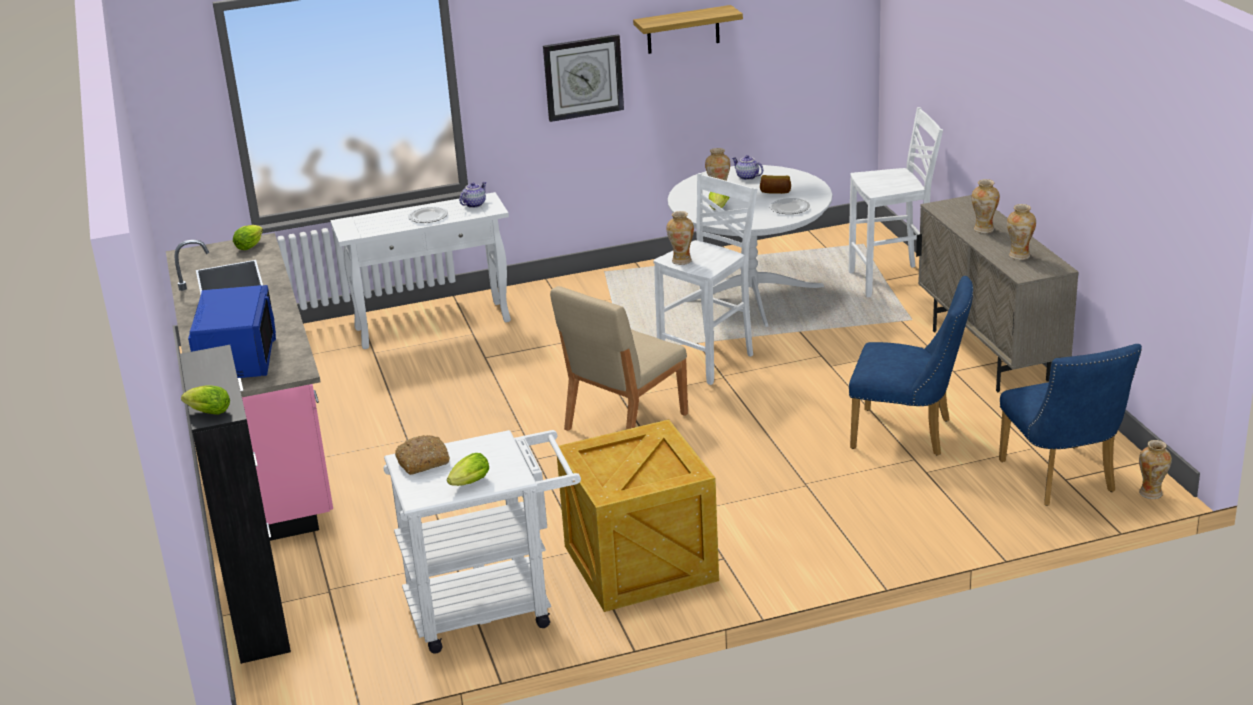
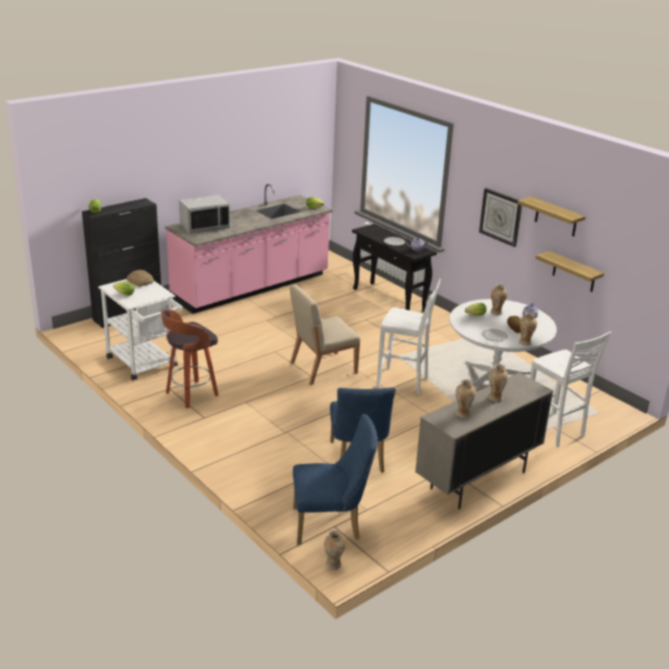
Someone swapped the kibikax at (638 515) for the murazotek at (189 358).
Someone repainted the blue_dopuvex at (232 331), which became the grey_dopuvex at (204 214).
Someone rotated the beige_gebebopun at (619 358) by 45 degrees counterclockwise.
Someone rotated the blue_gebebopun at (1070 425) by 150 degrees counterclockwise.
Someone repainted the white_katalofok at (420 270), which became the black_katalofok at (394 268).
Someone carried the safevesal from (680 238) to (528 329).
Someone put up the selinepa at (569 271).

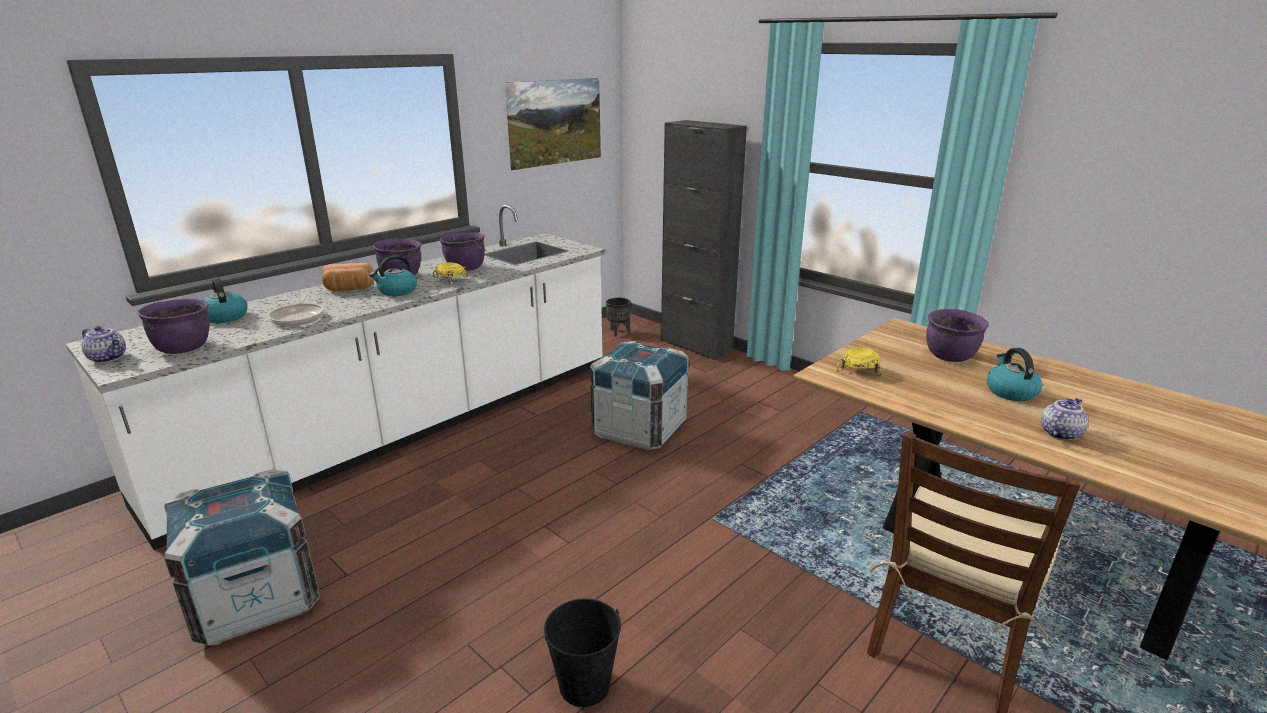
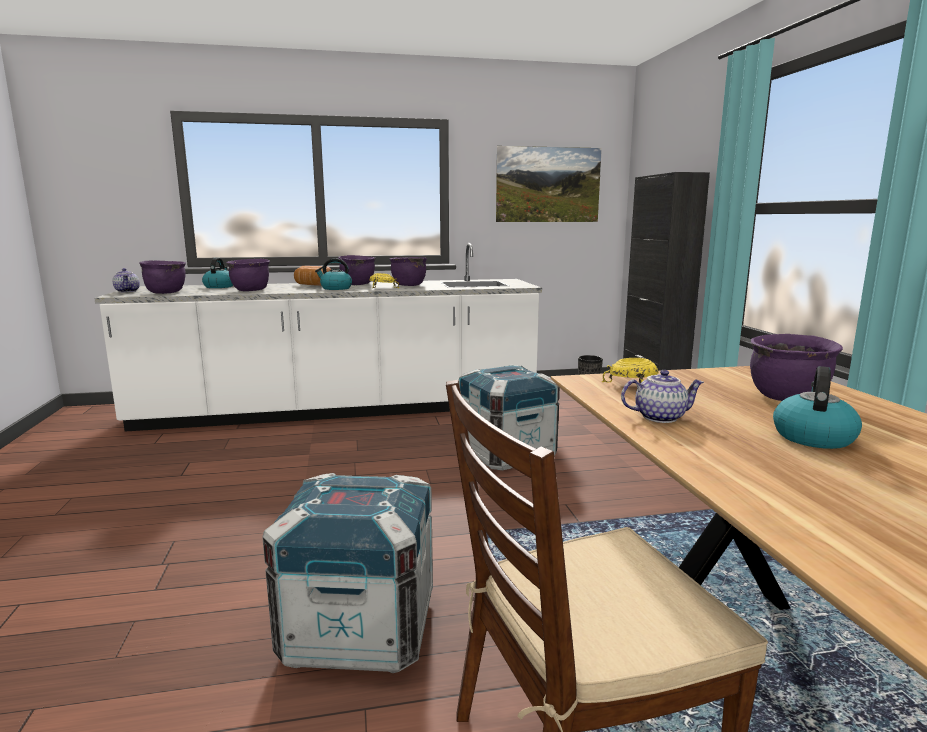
Someone swapped the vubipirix at (296 310) for the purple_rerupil at (248 275).
Someone carried the kibikax from (242 557) to (347 573).
Someone carried the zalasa from (1064 419) to (662 396).
Someone took away the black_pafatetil at (582 652).

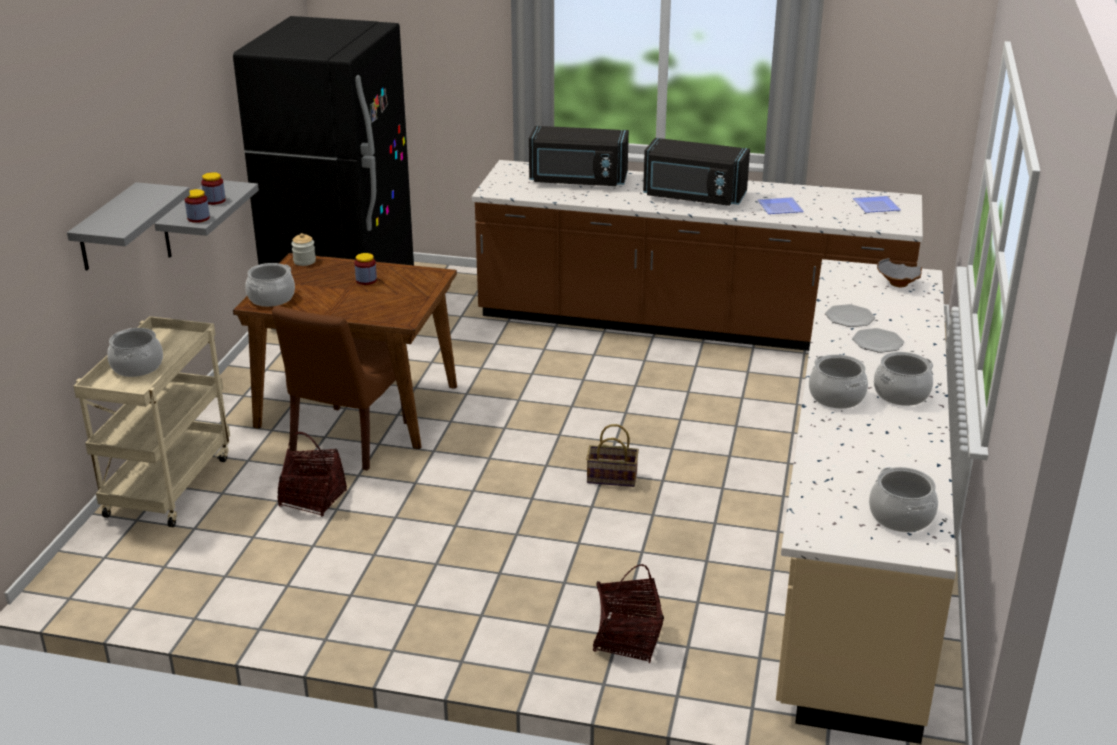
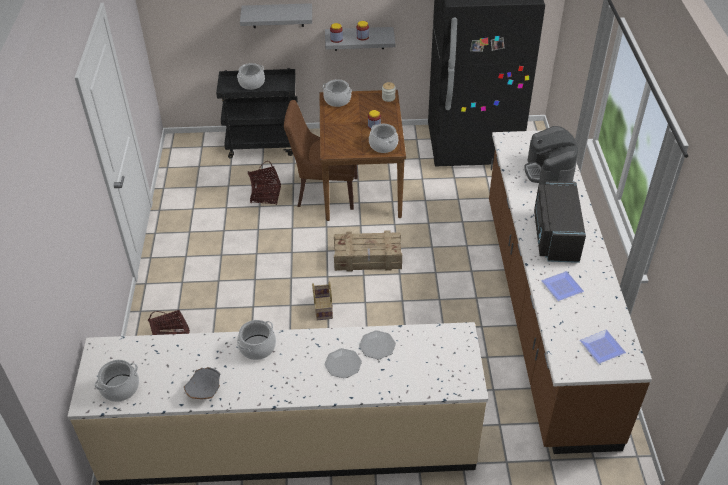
Someone carried the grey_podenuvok from (899 272) to (202 383).
Someone repainted the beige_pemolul at (151 421), which became the black_pemolul at (257 113).
Someone put down the kibikax at (368 251).
Someone carried the rerupil from (903 379) to (383 138).
Someone swapped the black_dopuvex at (579 156) for the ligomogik at (551 155).

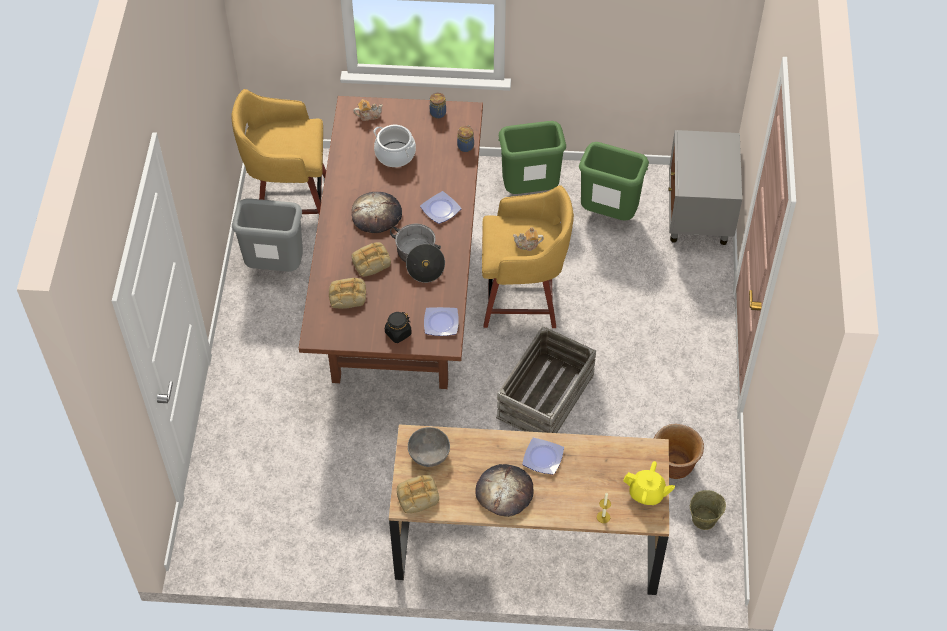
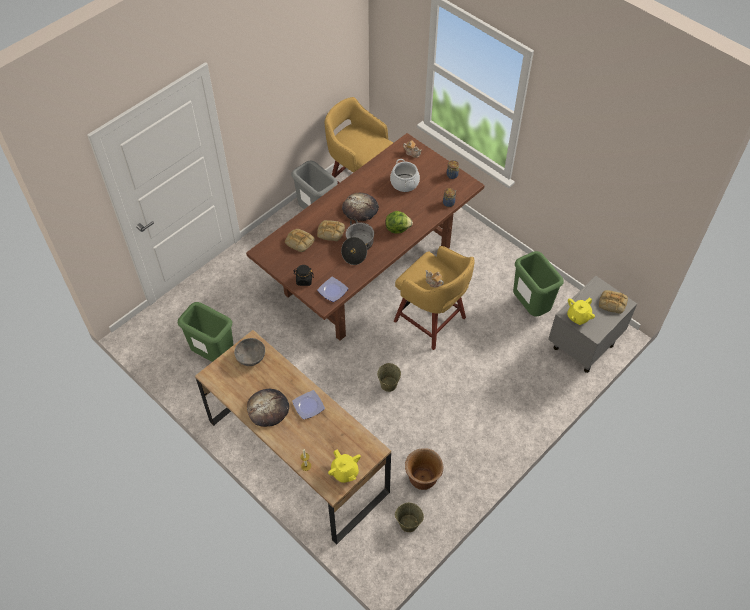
Someone carried the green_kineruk from (532 157) to (206 332).
Someone swapped the kibikax at (546 379) for the beige_pafatetil at (389 377).
Someone swapped the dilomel at (440 207) for the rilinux at (399 222).
Someone put down the yellow_zalasa at (581 311).
Someone carried the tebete from (418 494) to (613 302).

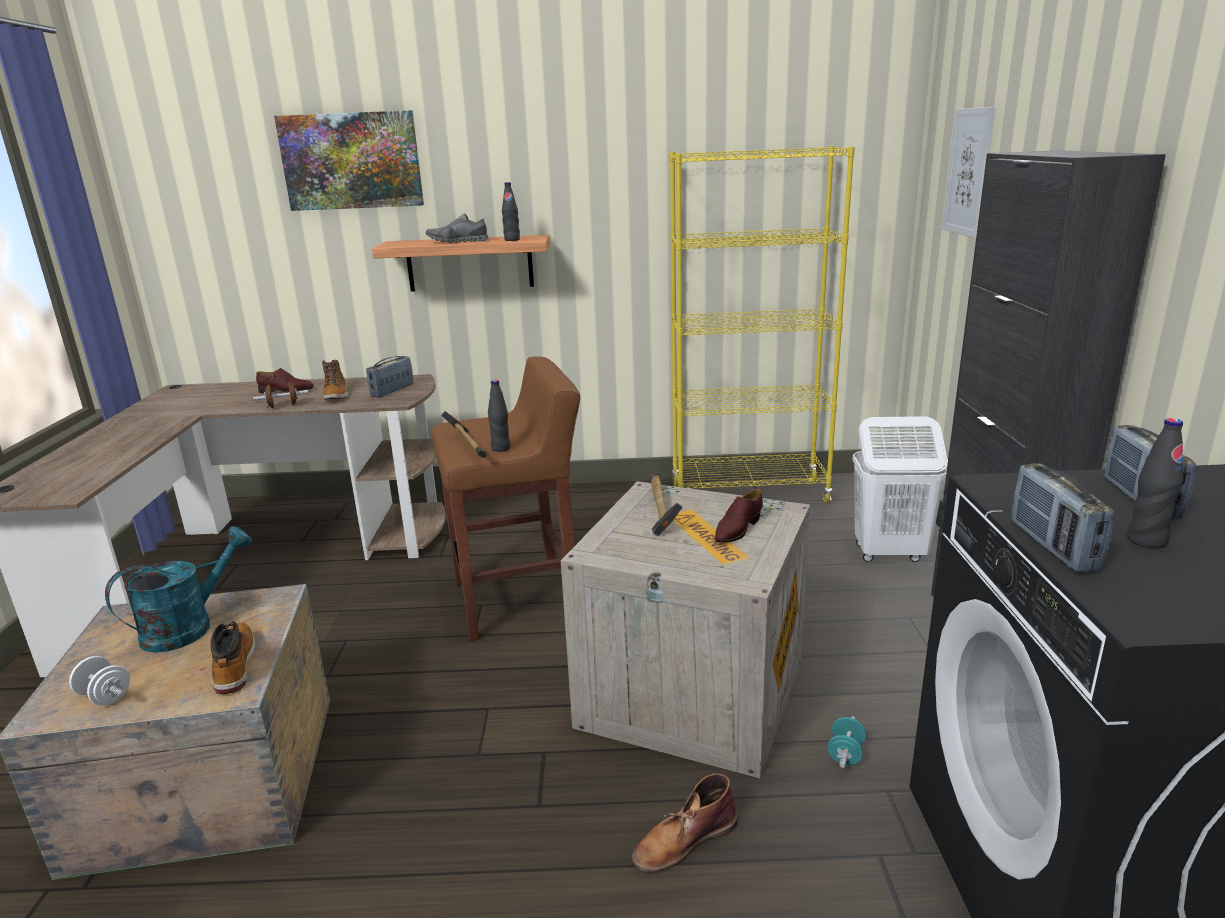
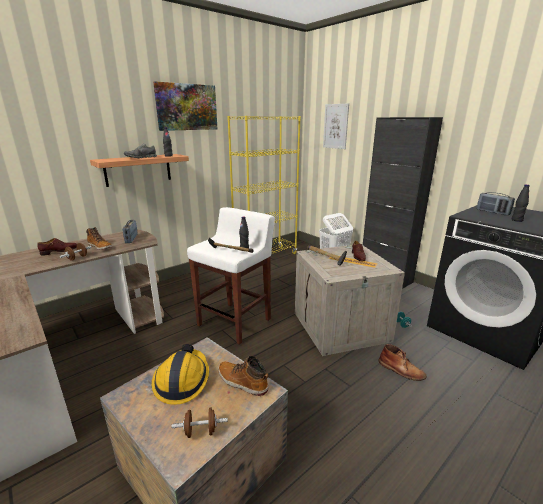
Someone swapped the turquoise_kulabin at (178 589) for the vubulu at (180 374).
Someone carried the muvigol from (349 160) to (185 106).
Someone repainted the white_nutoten at (99 681), which became the brown_nutoten at (200 422).
Someone repainted the brown_murazotek at (506 498), which became the white_murazotek at (231 276).
Someone rotated the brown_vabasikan at (685 822) by 75 degrees counterclockwise.
Someone took away the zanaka at (1063 518).

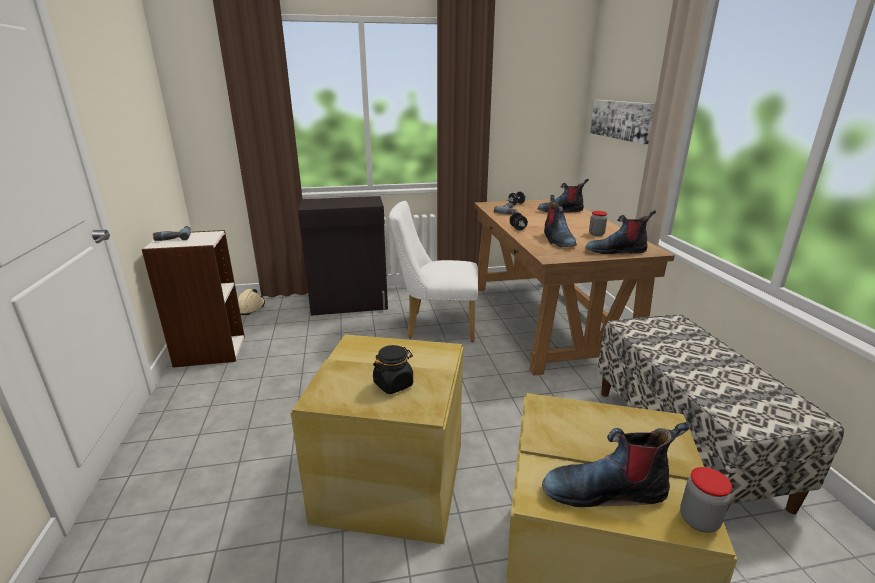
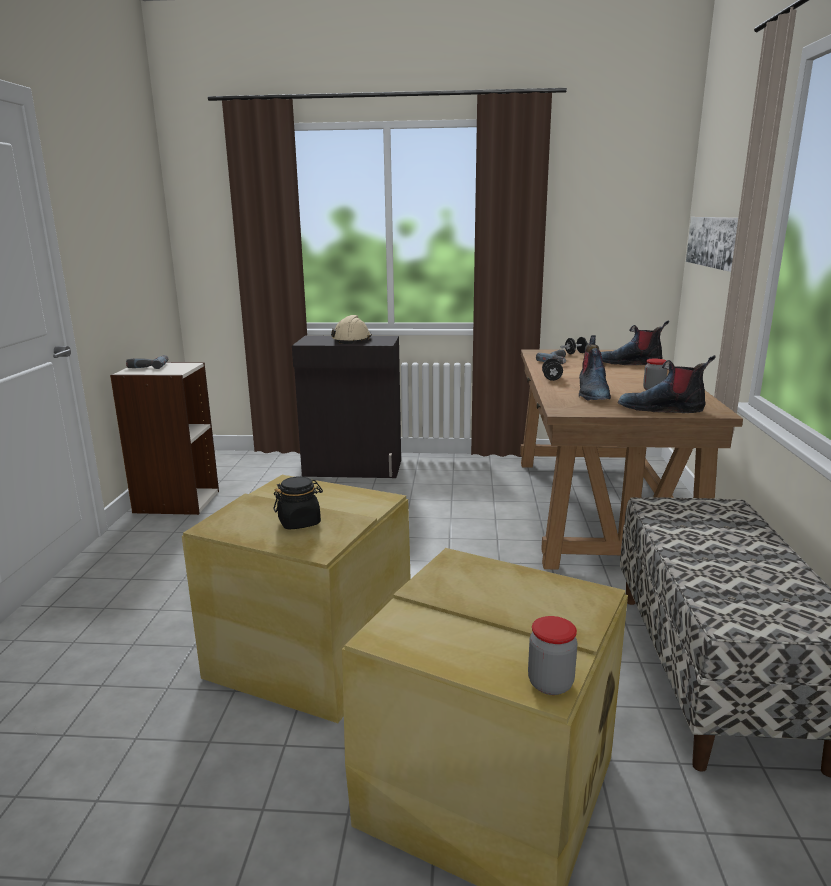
Someone carried the beige_vubulu from (251 302) to (351 329).
Someone took away the white_gebebopun at (433 271).
Someone took away the vabasikan at (615 464).

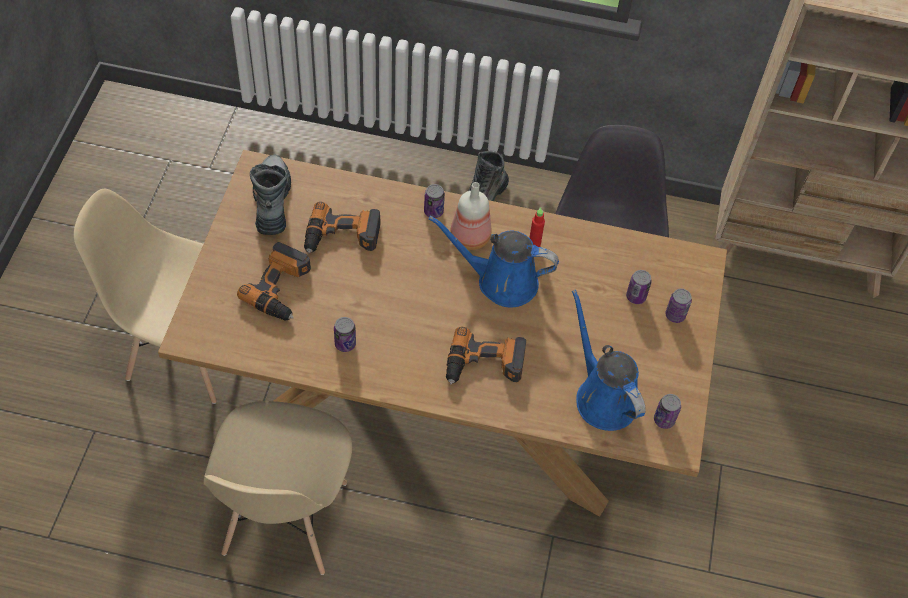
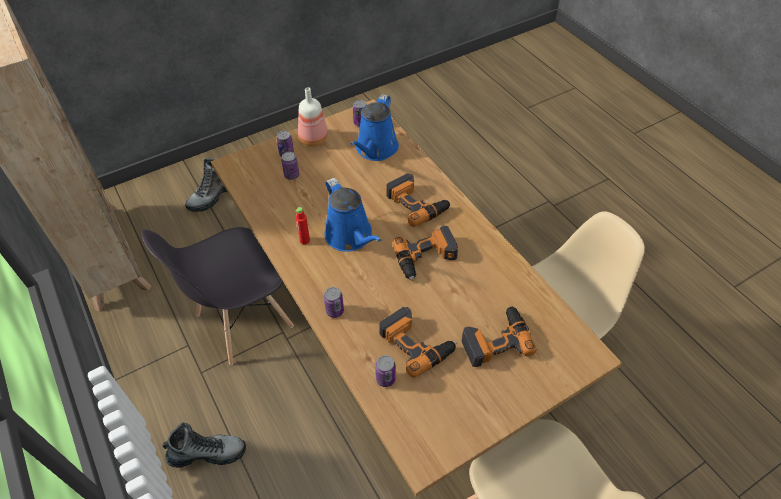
Someone carried the vabasikan from (270 194) to (206 185).
Someone carried the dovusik from (470 216) to (313 116).
Someone carried the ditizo from (345 334) to (385 371).
Someone put down the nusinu at (425 253).

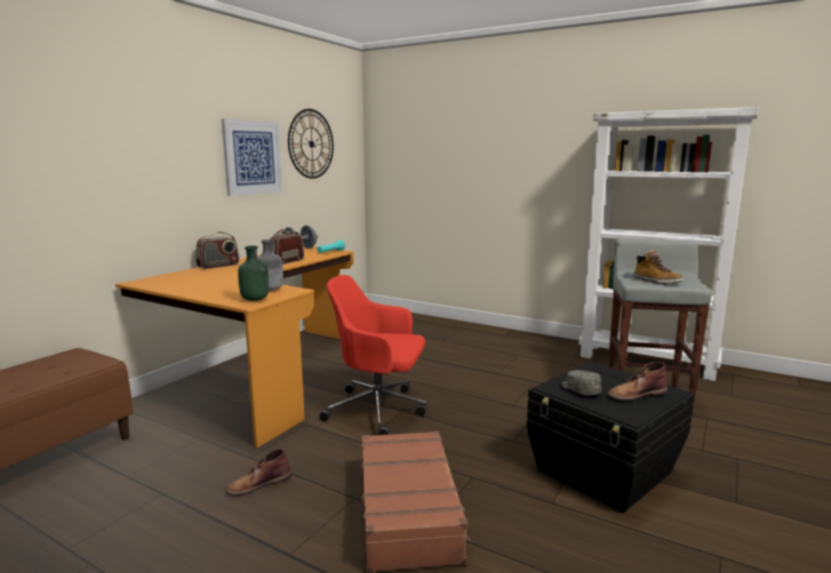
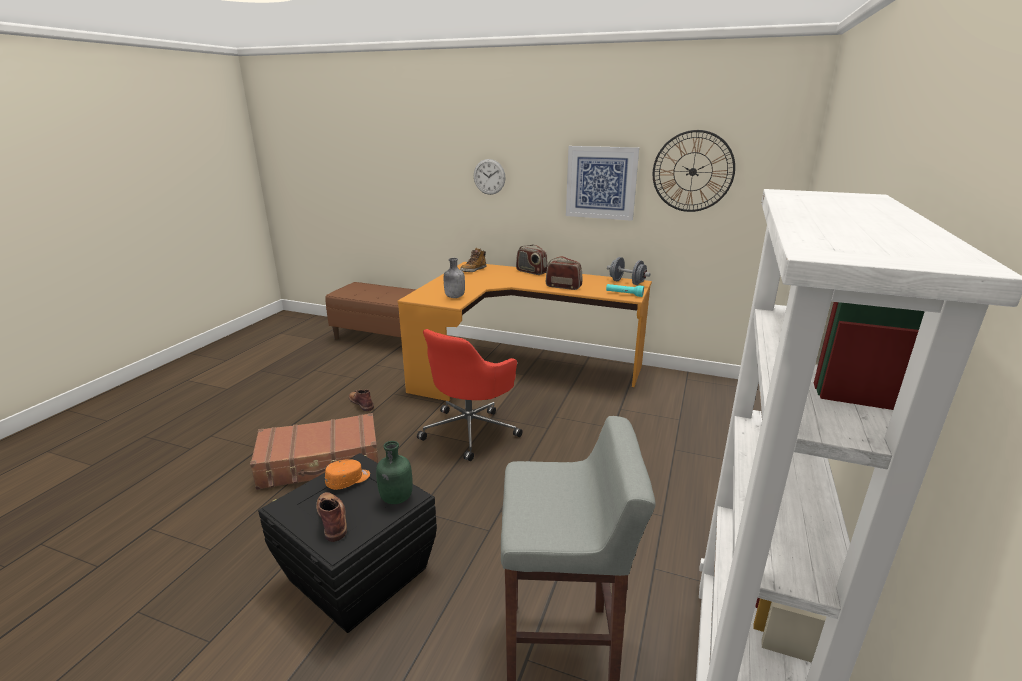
Someone repainted the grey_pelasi at (581 382), which became the orange_pelasi at (347 474).
Someone carried the green_dovusik from (253 273) to (394 472).
Someone rotated the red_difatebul at (373 355) by 150 degrees counterclockwise.
Someone carried the vabasikan from (658 267) to (473 259).
Someone put up the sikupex at (490 177).

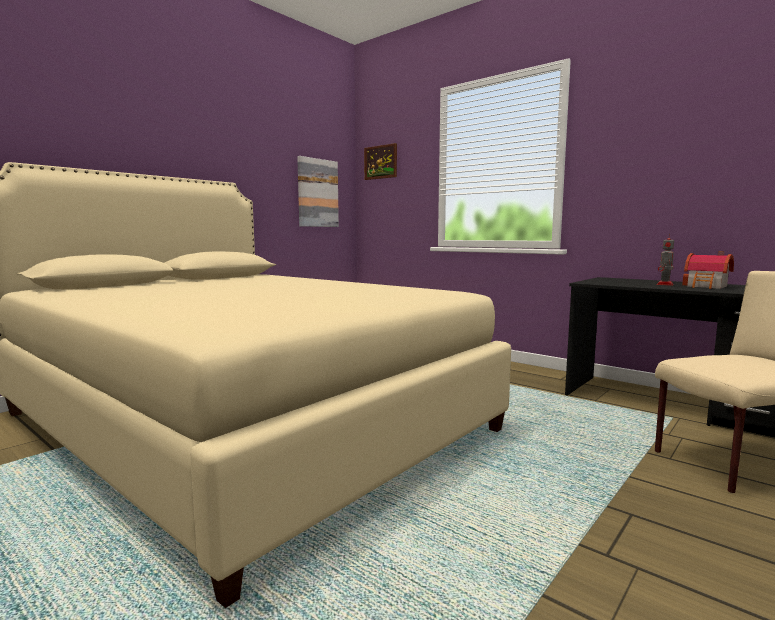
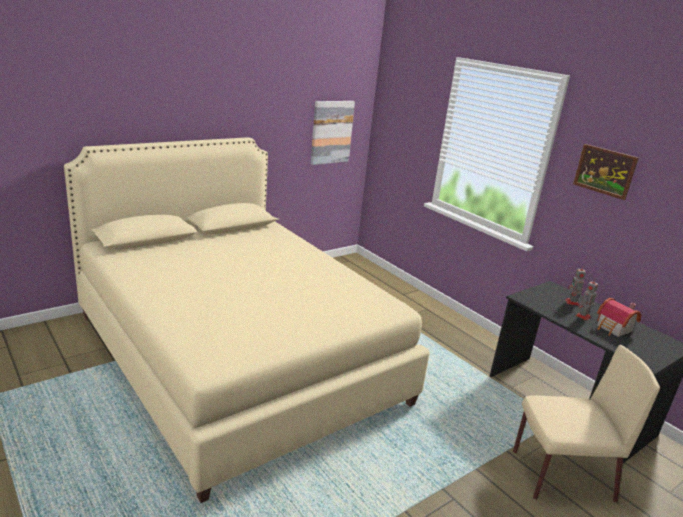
Someone put down the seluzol at (575 286).
Someone carried the muvigol from (380 161) to (605 172).

